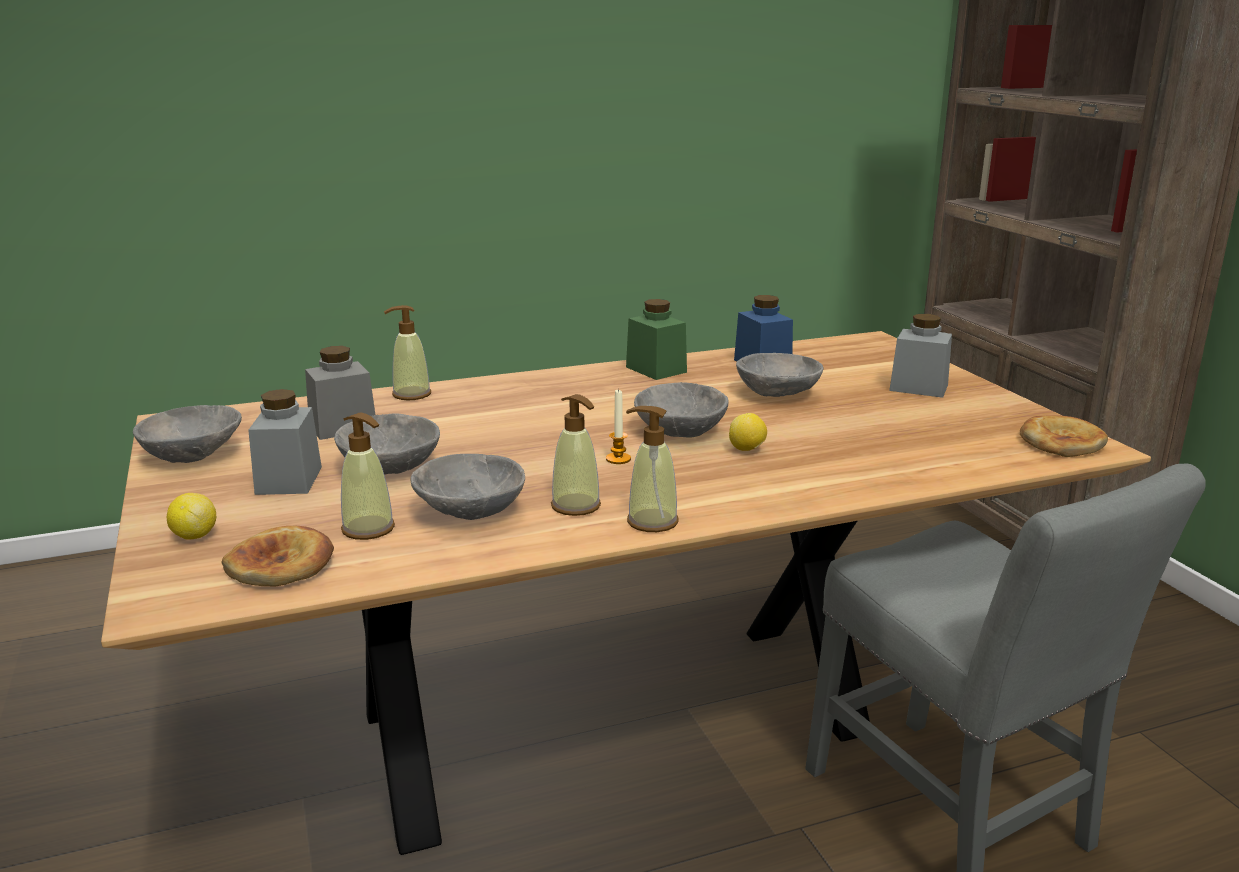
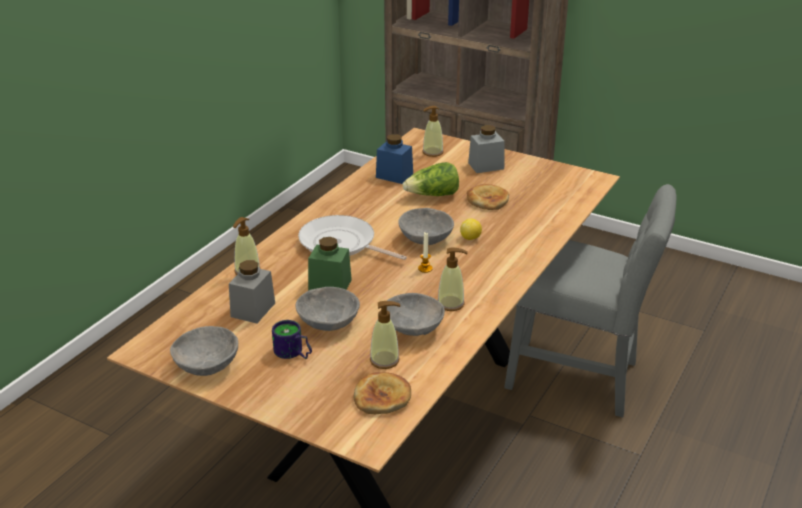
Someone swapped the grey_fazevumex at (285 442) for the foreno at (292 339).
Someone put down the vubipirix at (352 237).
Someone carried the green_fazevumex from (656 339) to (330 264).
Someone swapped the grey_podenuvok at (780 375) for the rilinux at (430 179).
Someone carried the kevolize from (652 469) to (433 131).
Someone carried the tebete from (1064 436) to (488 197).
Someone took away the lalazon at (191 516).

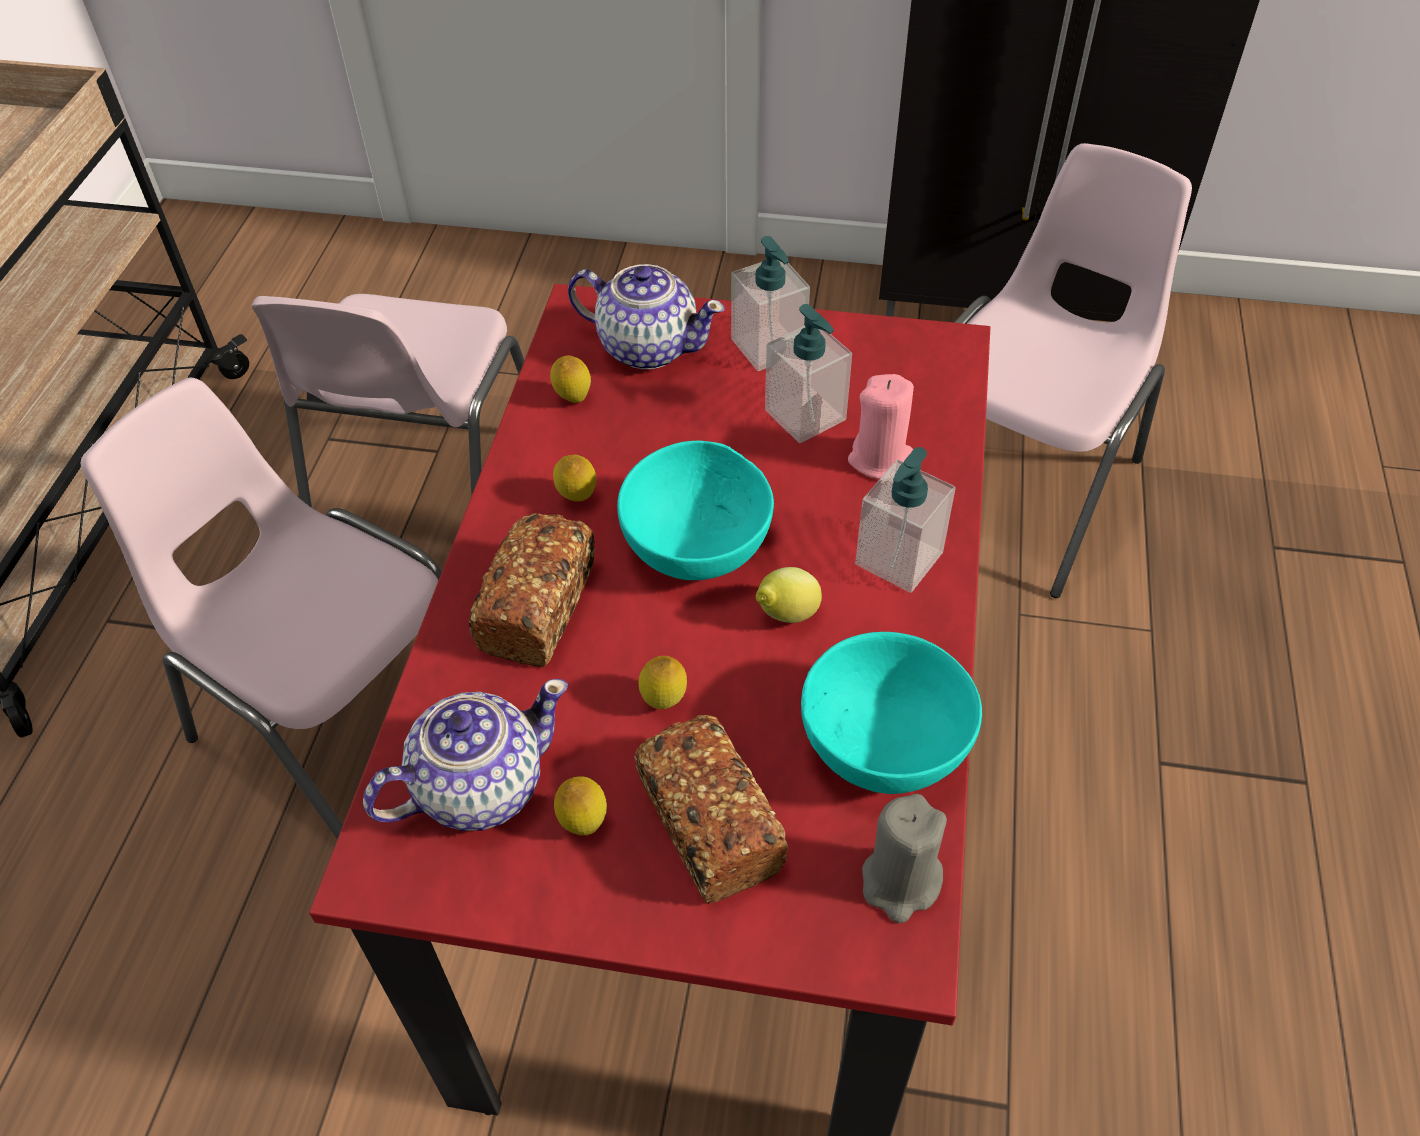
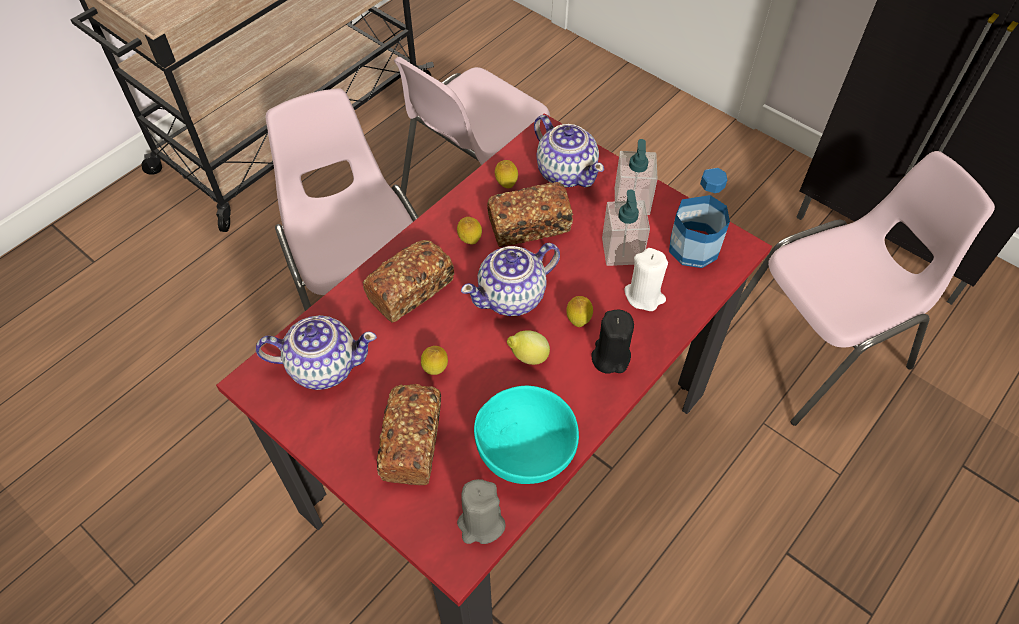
Someone swapped the turquoise_podenuvok at (695 510) for the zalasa at (510 279).
Someone put down the tebete at (530 214).
Someone carried the lalazon from (580 806) to (579 311).
Someone swapped the kevolize at (905 520) for the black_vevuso at (612 342).
Someone repainted the pink_vevuso at (881 426), which became the white_vevuso at (646 279).
Someone put down the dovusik at (699 218).

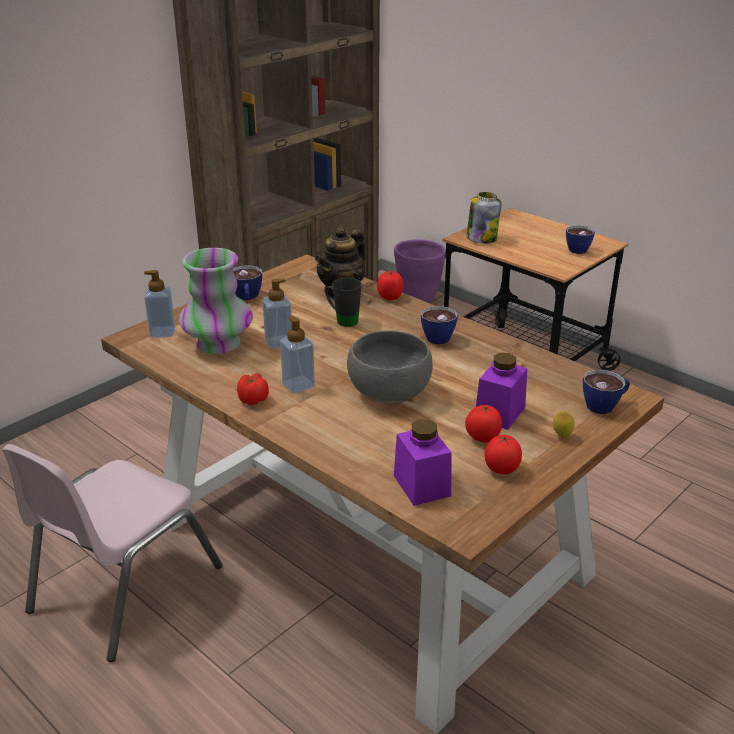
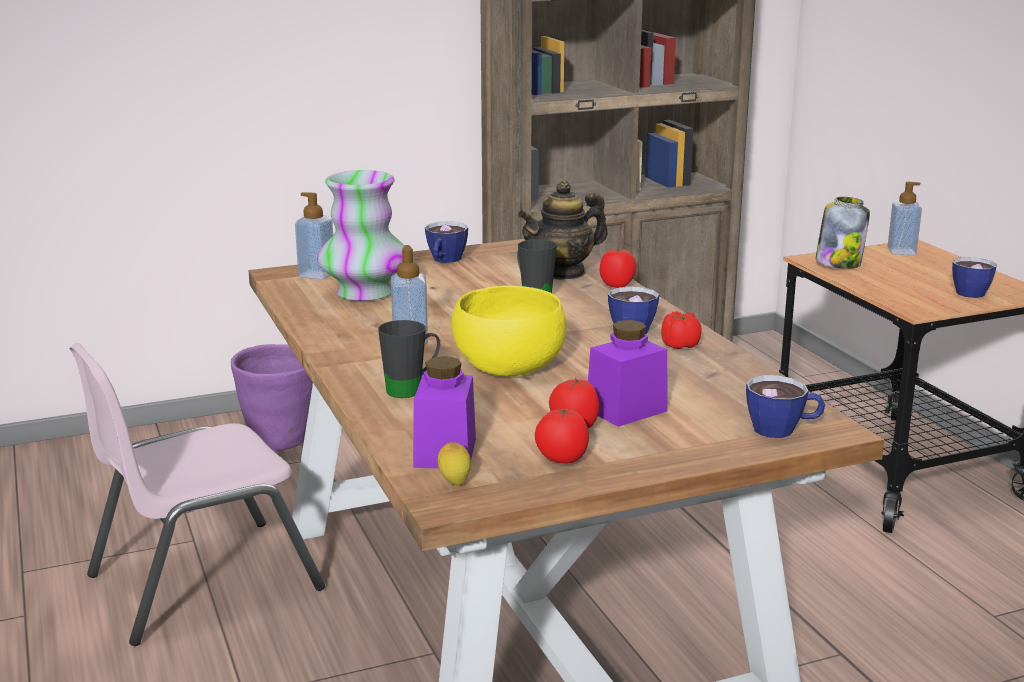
Someone carried the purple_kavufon from (420 271) to (272 398).
Someone put down the black_foreno at (409 359).
Someone carried the lalazon from (564 424) to (454 463).
Someone repainted the grey_podenuvok at (390 367), which became the yellow_podenuvok at (509 331).
Someone carried the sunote from (253 389) to (681 330).
Someone carried the kevolize from (277 313) to (905 218).

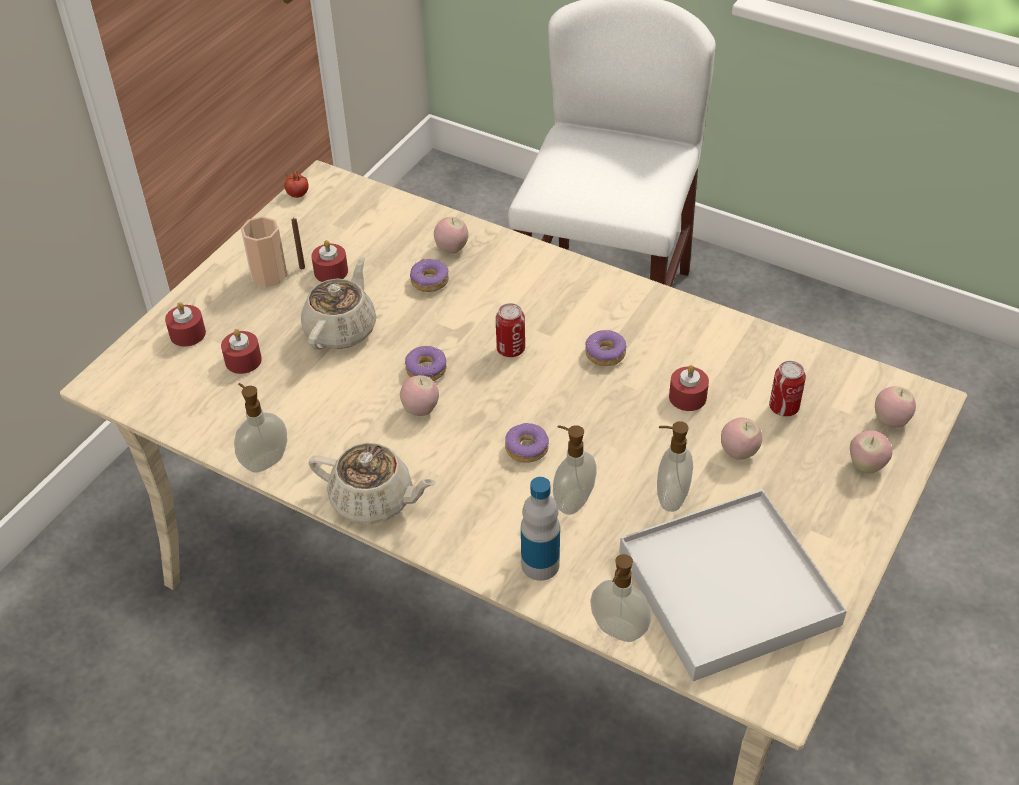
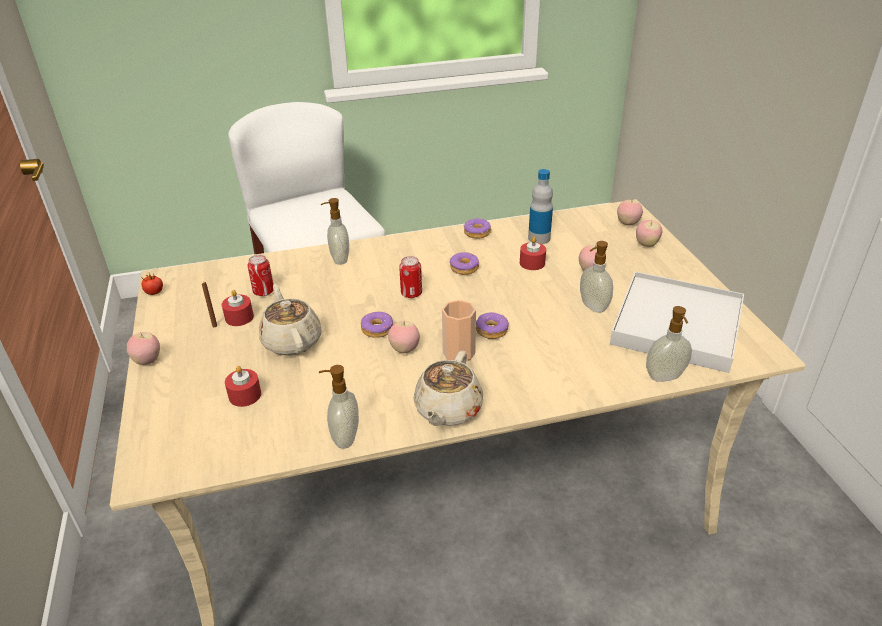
Someone carried the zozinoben from (451 235) to (143 348).
Someone carried the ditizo from (787 389) to (260 275).
Someone carried the kevolize from (574 470) to (335 231).
Someone rotated the beige_zalasa at (372 483) by 135 degrees clockwise.
Someone carried the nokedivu from (264 252) to (459 330).
Someone carried the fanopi from (429 275) to (477 228).
Someone carried the dovusik from (540 529) to (540 206).
Someone took away the red_vevuso at (185 324).

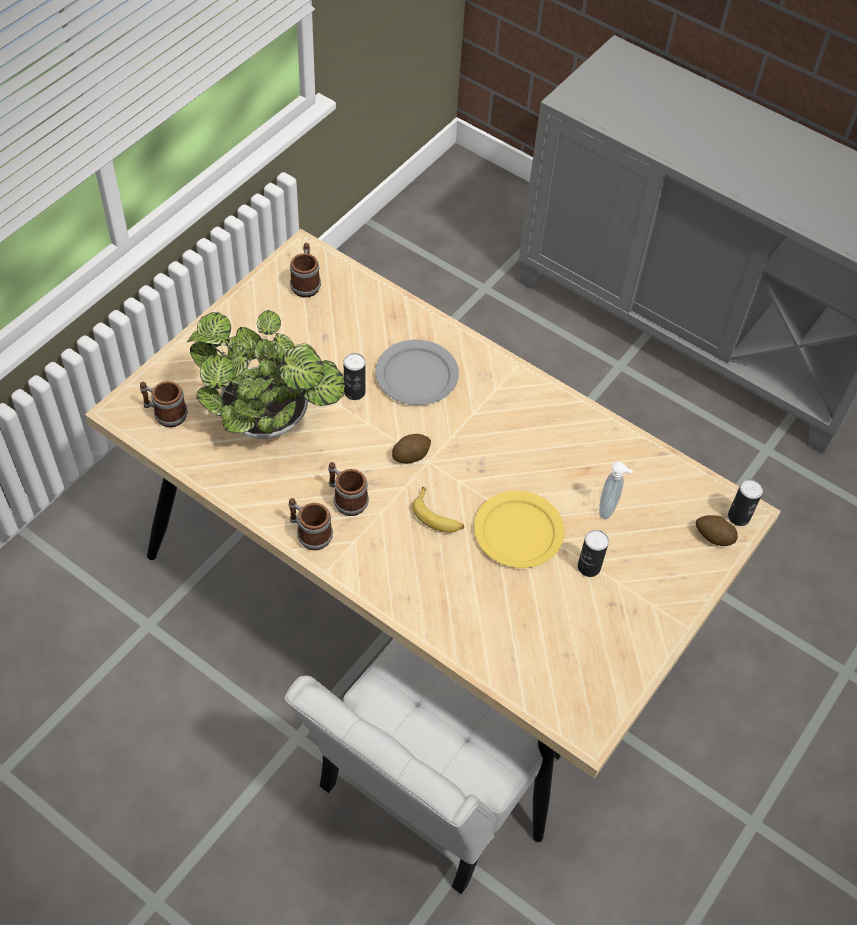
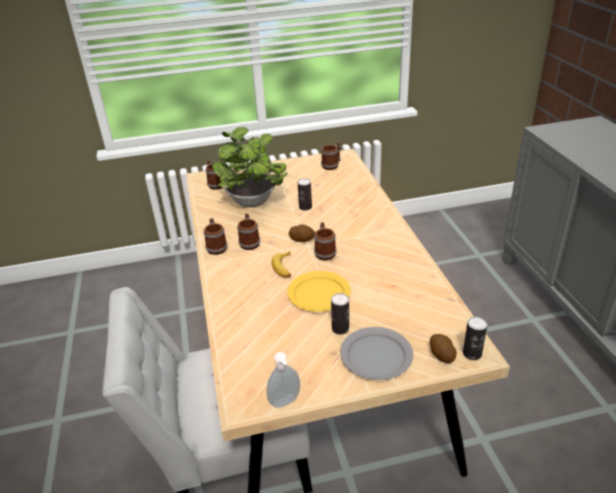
Someone carried the kevolize from (616 490) to (283 380).
Someone put down the foreno at (325 241).
Someone carried the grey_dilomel from (417 372) to (376 353).

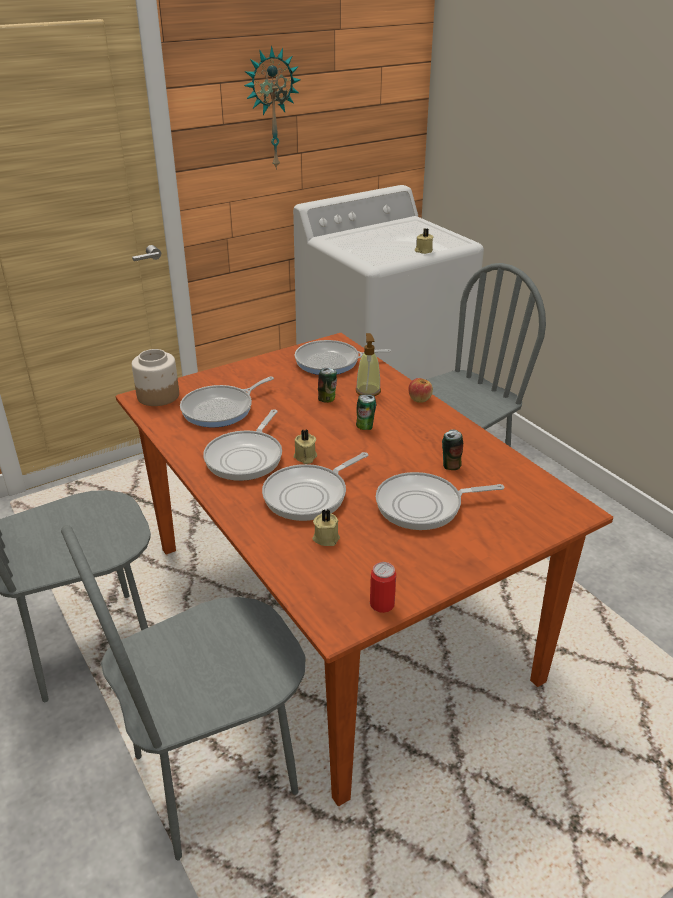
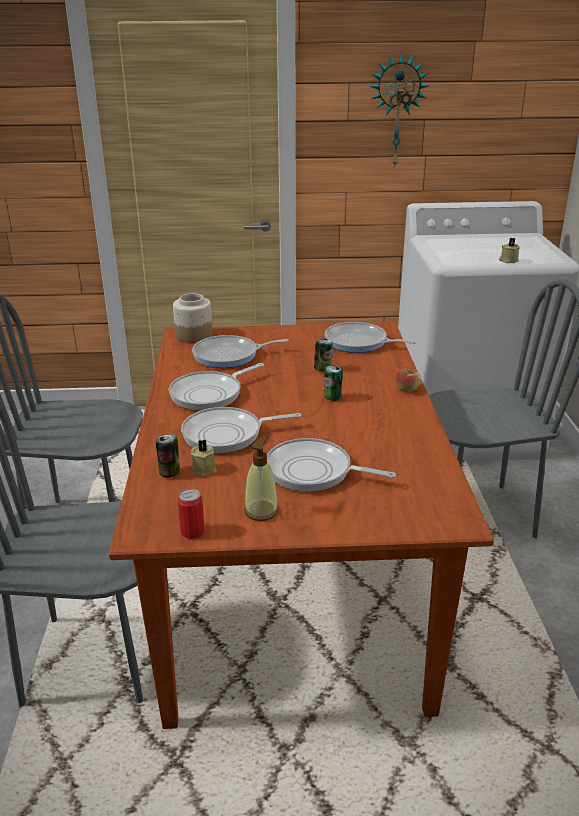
Someone carried the ditizo from (452 450) to (168 456).
Someone carried the kevolize from (368 364) to (261 478).
Someone took away the beige_vevuso at (305 446).

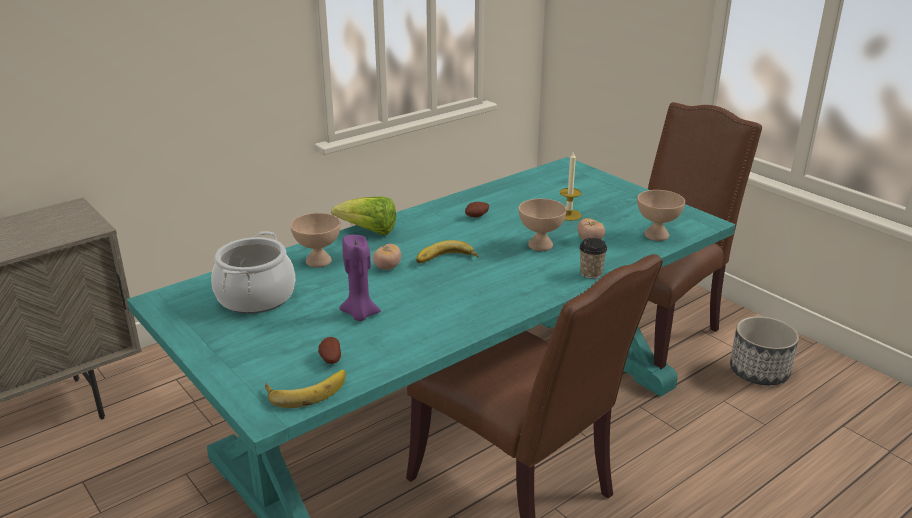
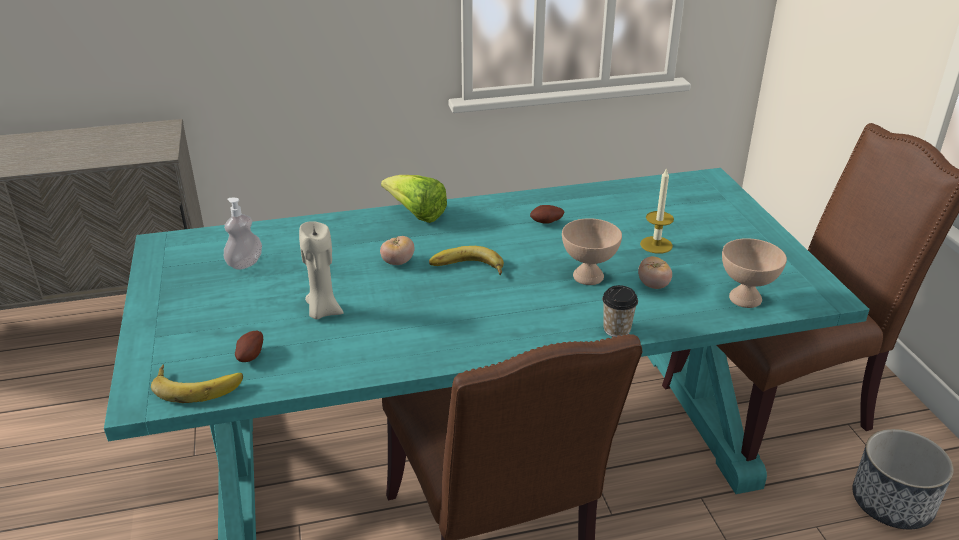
Someone swapped the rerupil at (253 272) for the kevolize at (243 234).
Someone repainted the purple_vevuso at (360 278), which became the beige_vevuso at (321 270).
Someone took away the beige_podenuvok at (315 240).

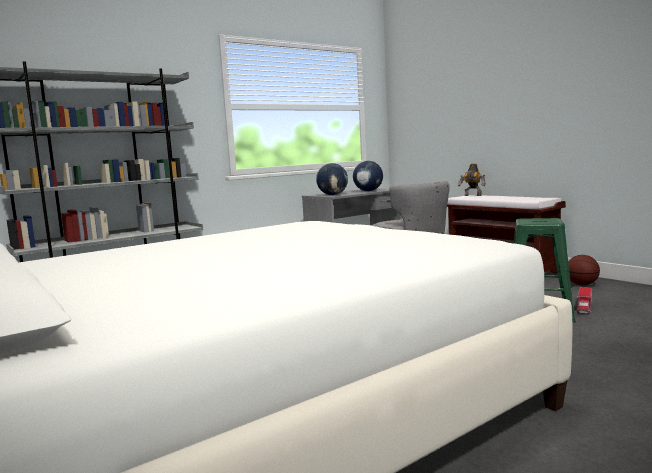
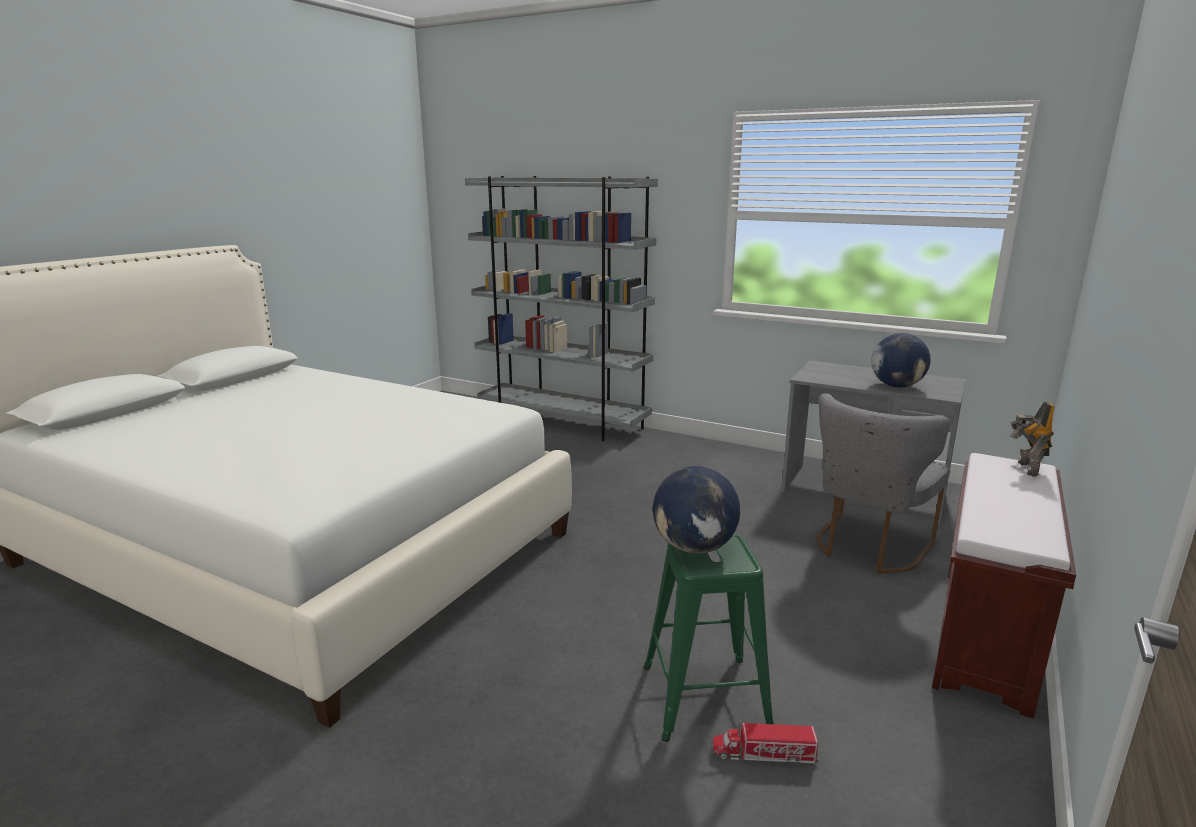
Someone carried the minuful from (332 179) to (696 510).
Someone took away the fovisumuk at (584 270).

